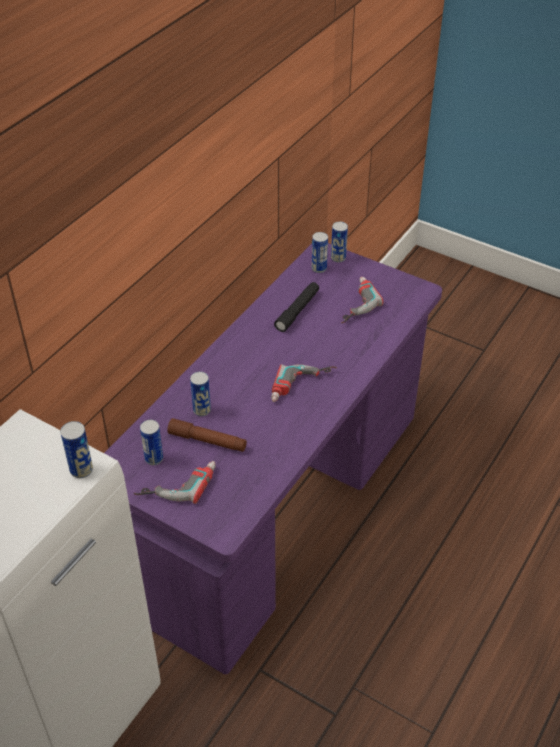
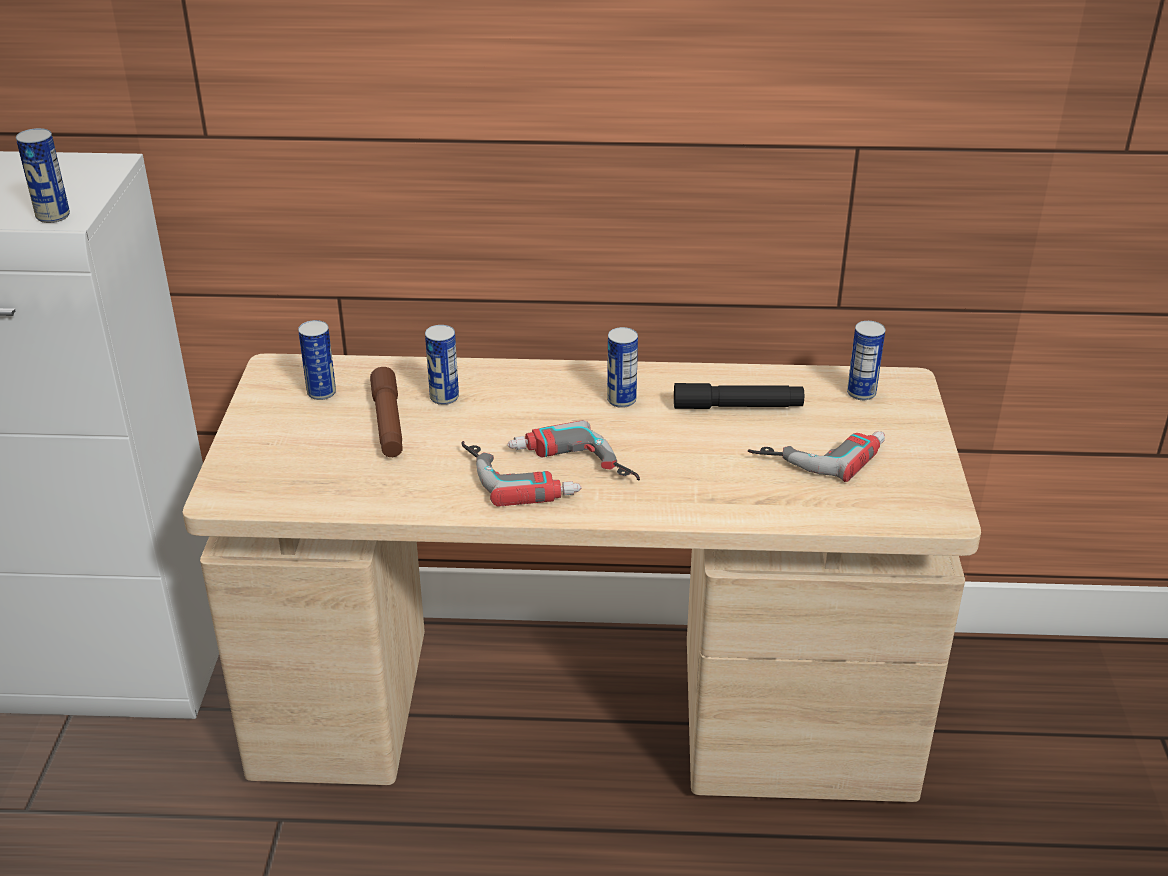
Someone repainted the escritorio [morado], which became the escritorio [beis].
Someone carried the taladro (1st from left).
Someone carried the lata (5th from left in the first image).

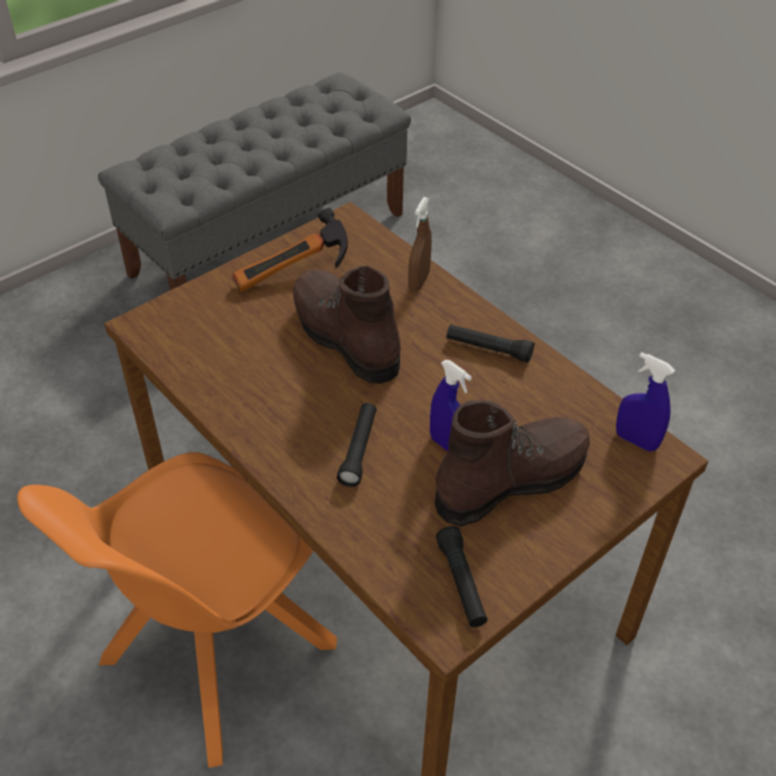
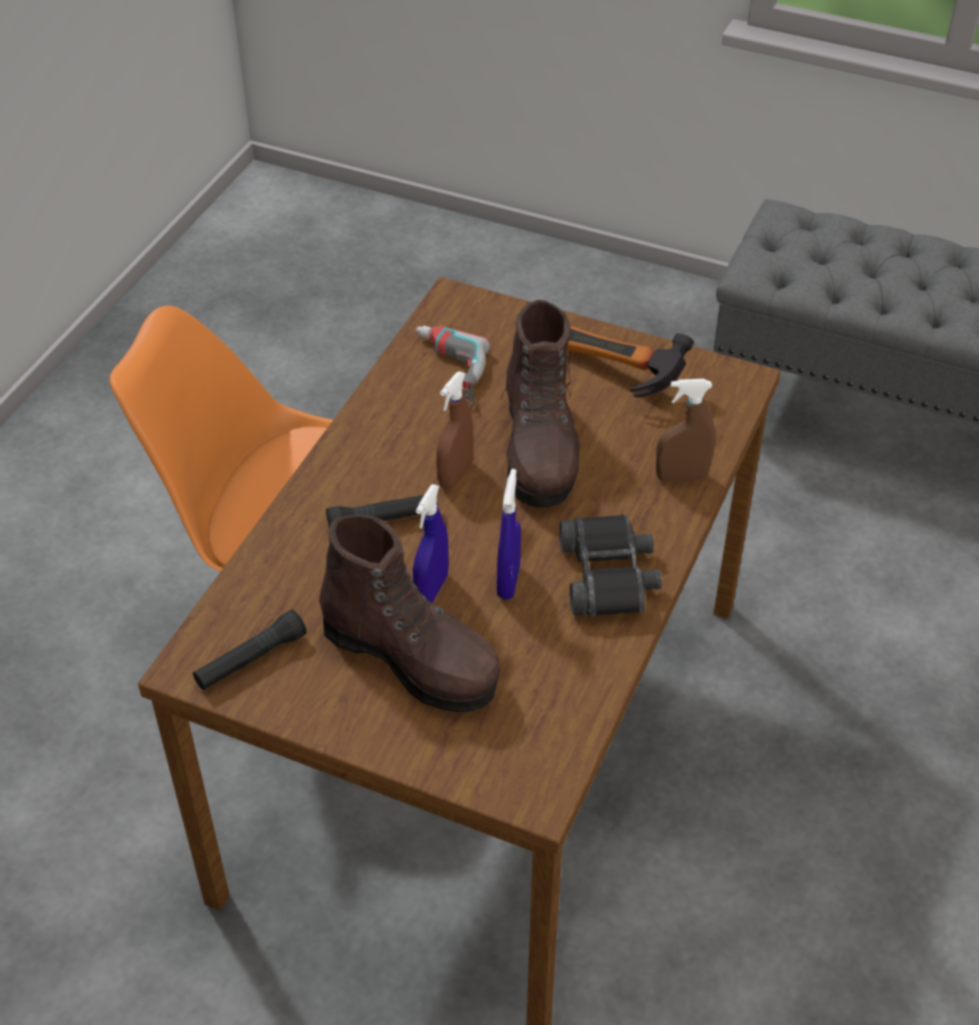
Someone rotated the bota [marrón] (1st from left in the first image) by 150 degrees clockwise.
Someone swapped the linterna [negro] (3rd from left) for the prismáticos [negro].
Someone carried the pulverizador [azul] (2nd from left).
Someone put down the taladro.
Someone put down the pulverizador [marrón] (1st from left).

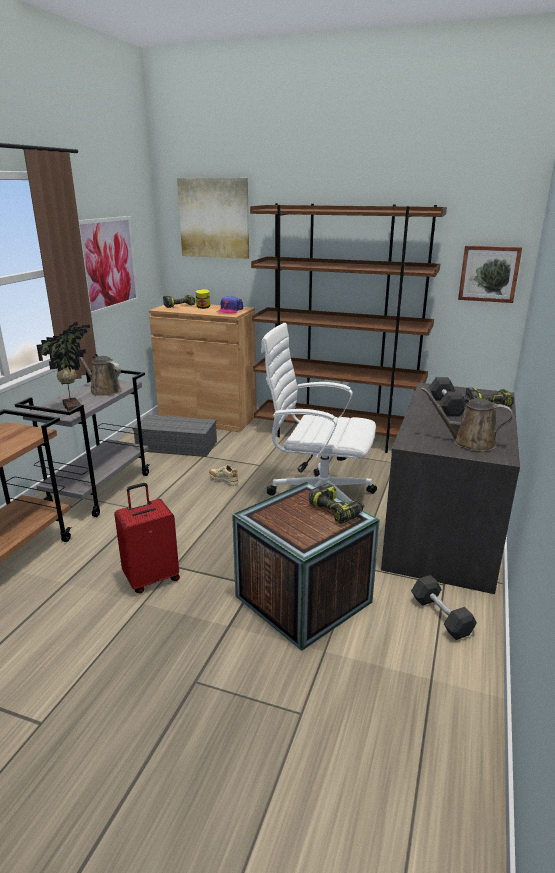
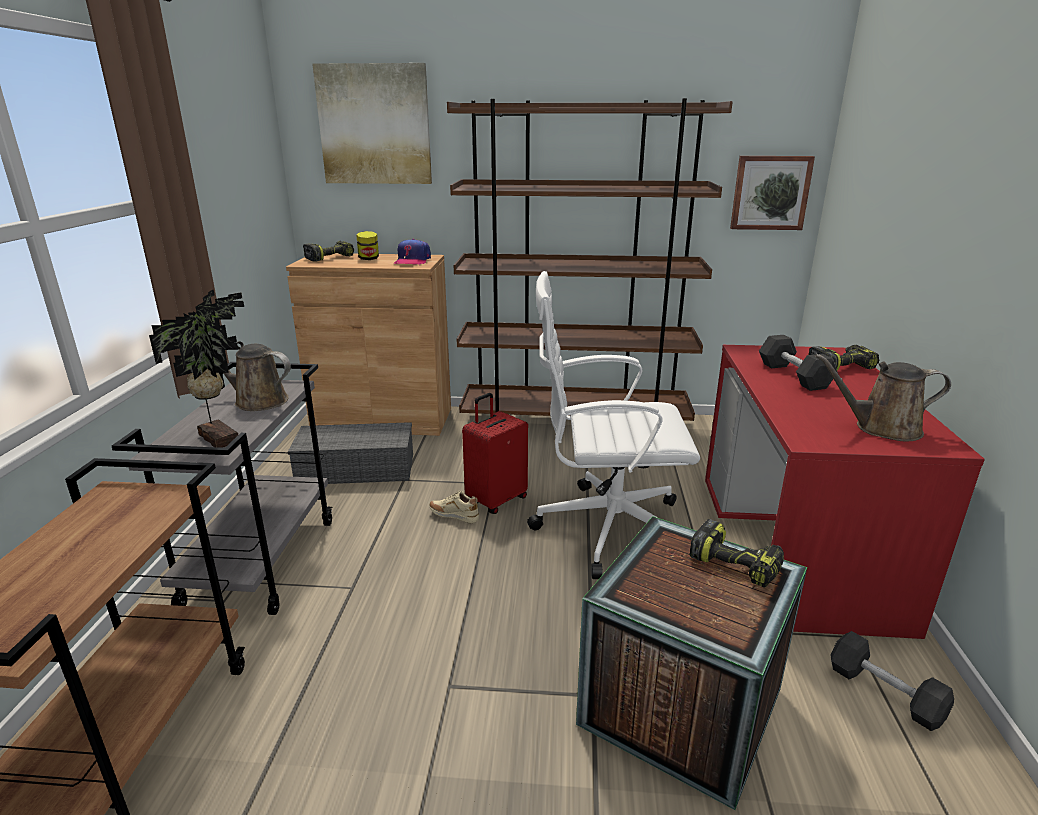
Someone took away the cuadro (1st from left).
Someone carried the maleta [rojo].
Someone repainted the escritorio [gris], which became the escritorio [rojo].

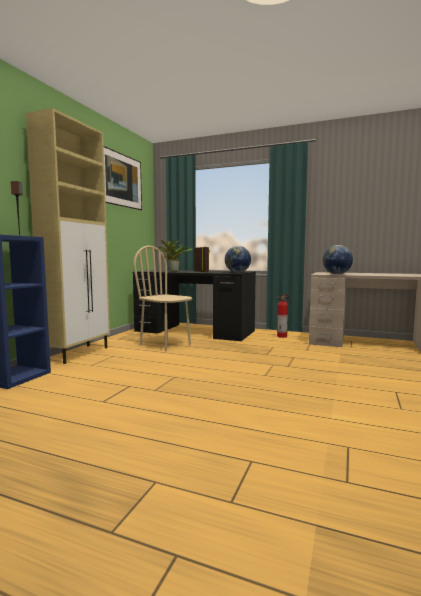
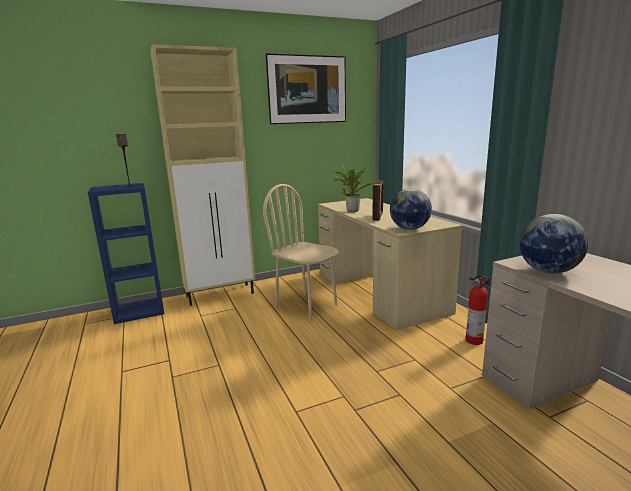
Someone rotated the silla [beis] by 45 degrees counterclockwise.
Someone repainted the escritorio [negro], which became the escritorio [beis] (1st from left).

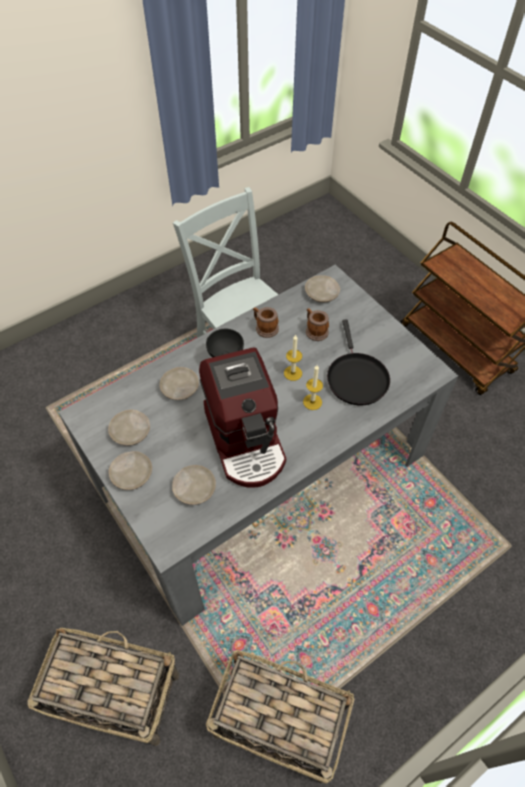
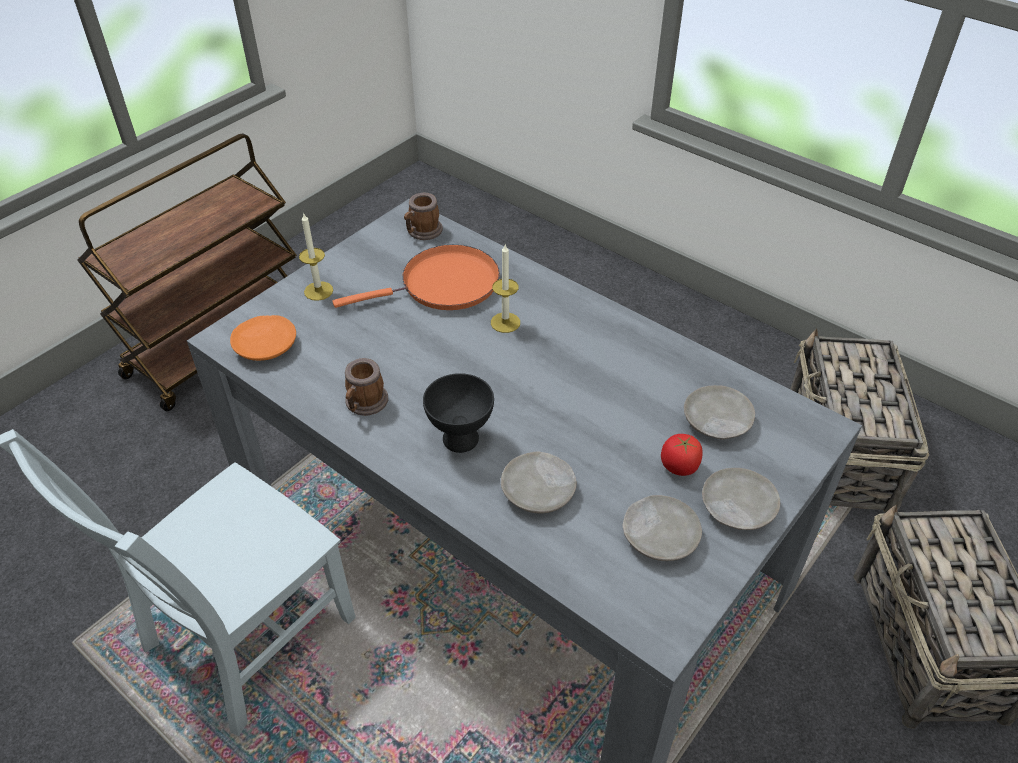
Someone took away the cafetera.
Someone carried the vela (1st from left).
Someone repainted the plato [beis] (5th from left), which became the plato [naranja].
Someone carried the taza grande (2nd from left).
Someone repainted the sartén [negro], which became the sartén [naranja].
Someone put down the tomate.

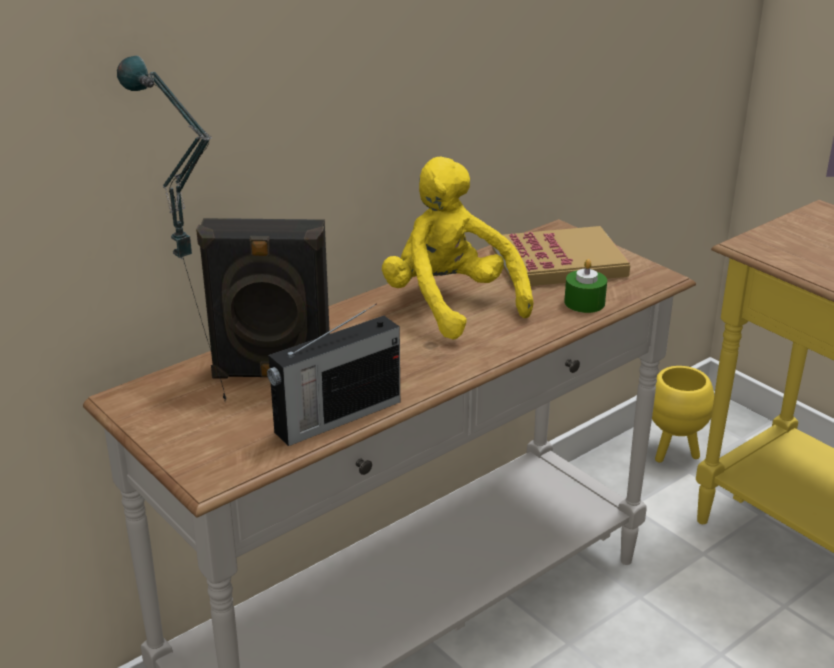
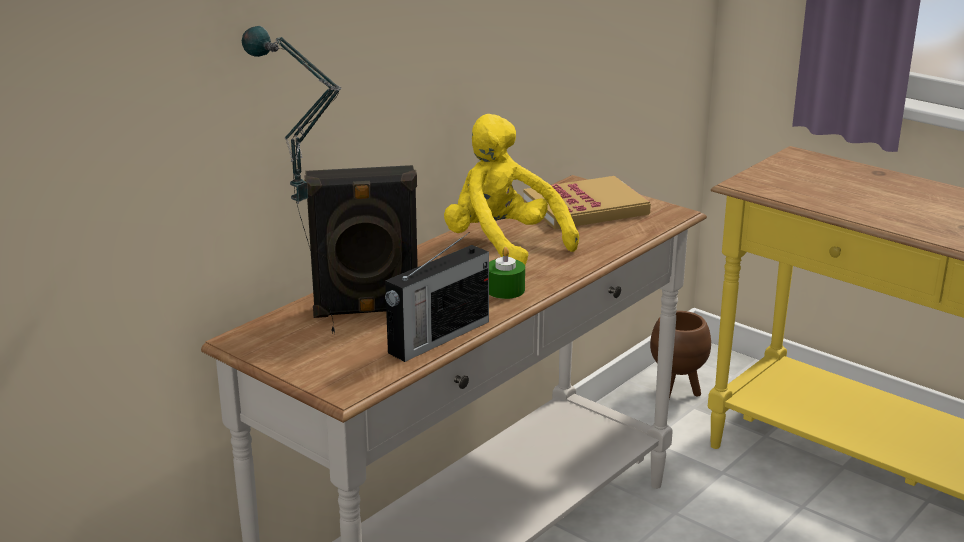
Someone carried the vela [verde].
Someone repainted the maceta [amarillo], which became the maceta [marrón].

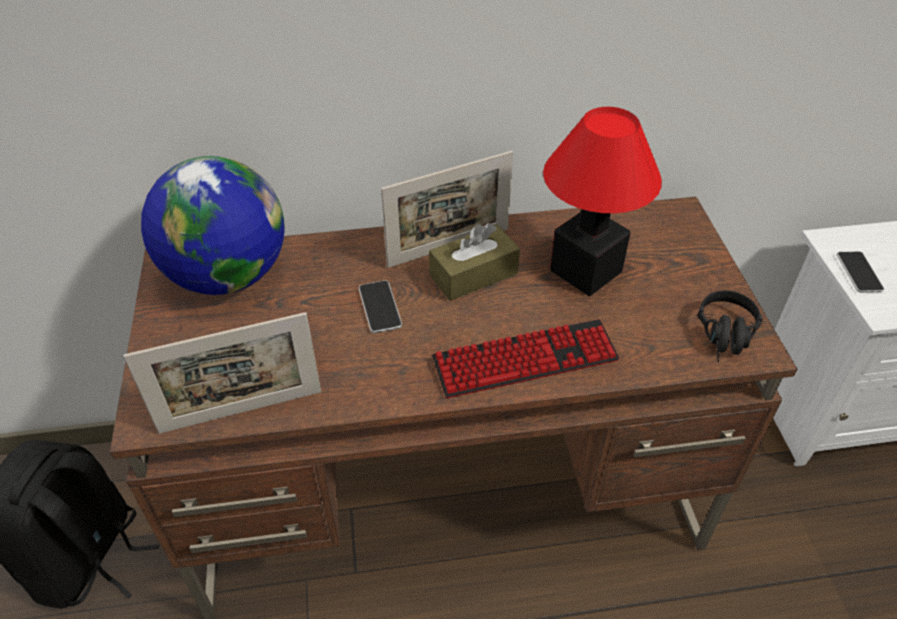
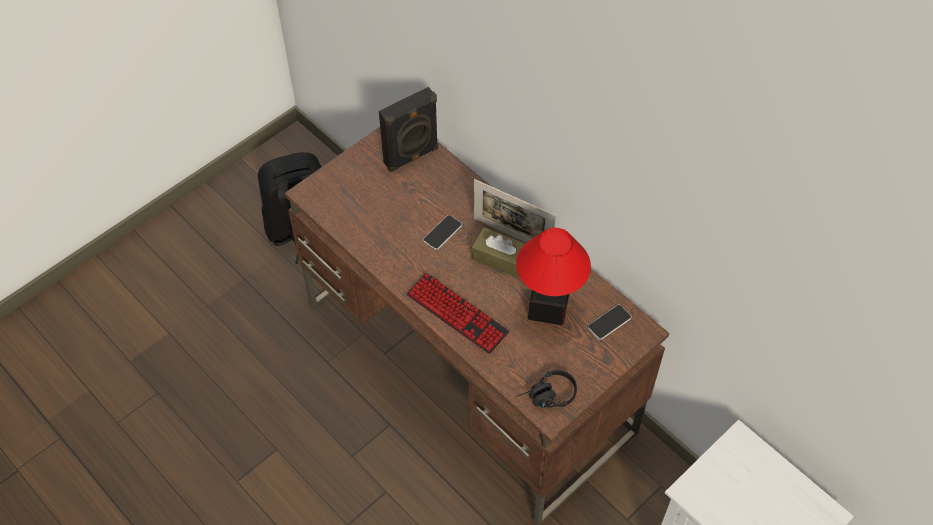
Someone took away the portarretratos (1st from left).
Someone swapped the globo terráqueo for the altavoz [negro].
Someone carried the móvil (2nd from left).

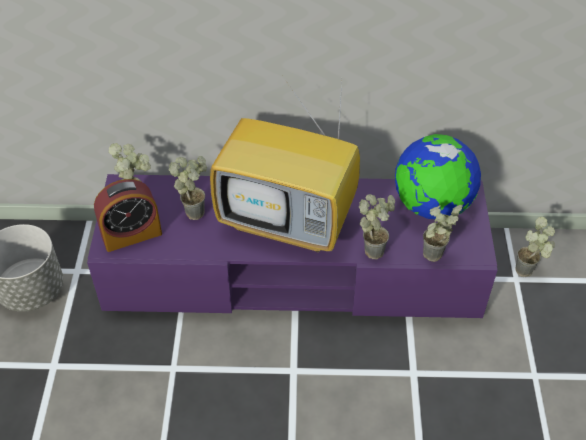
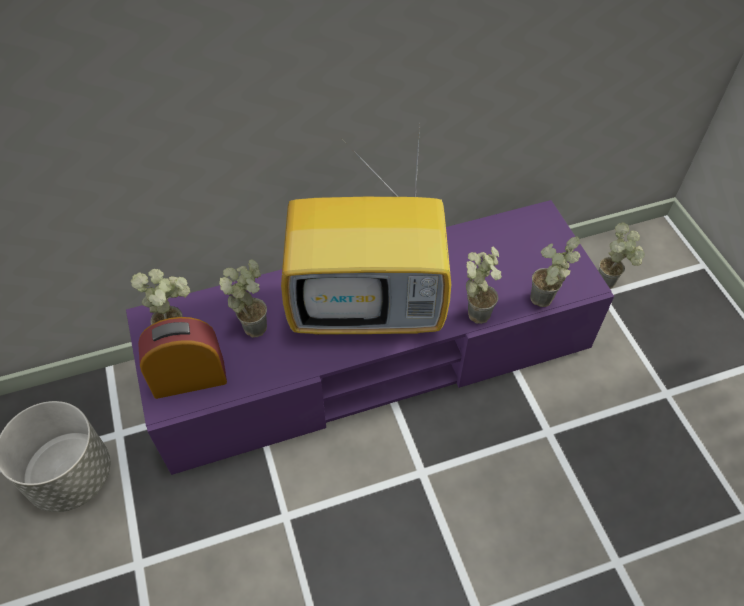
Someone rotated the despertador by 150 degrees counterclockwise.
Someone took away the globo terráqueo.

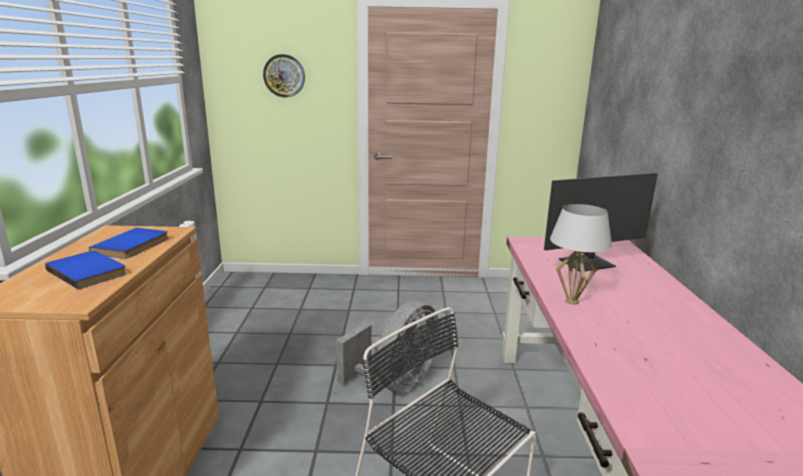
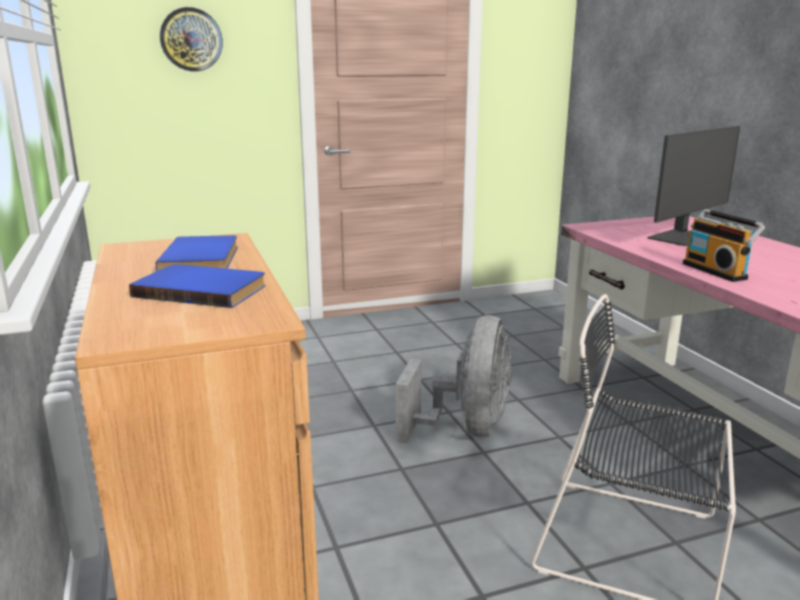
Someone swapped the lámpara de mesa [blanco] for the radio.

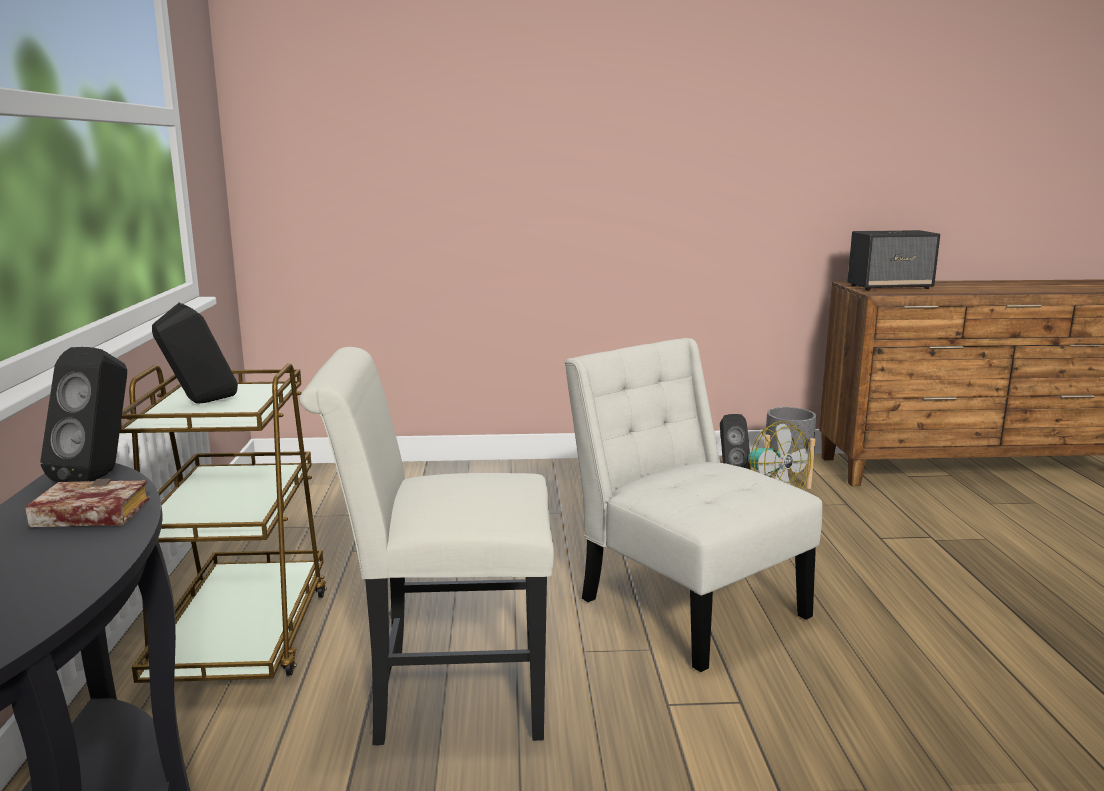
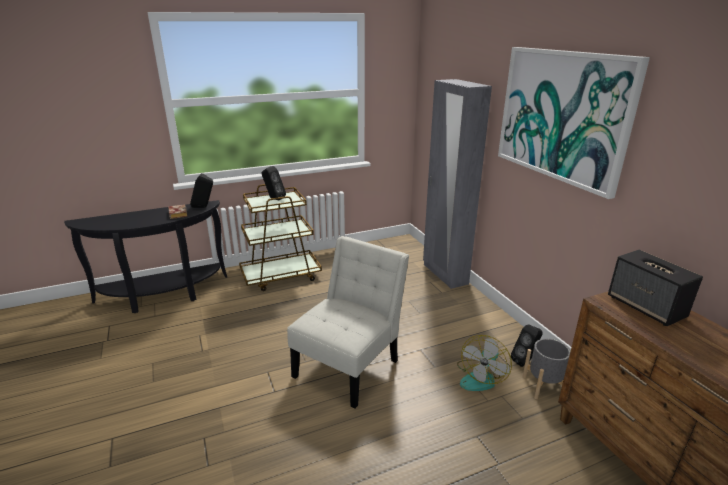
Someone took away the silla [blanco] (1st from left).
Someone put down the armario ropero [gris].
Someone put up the cuadro.

